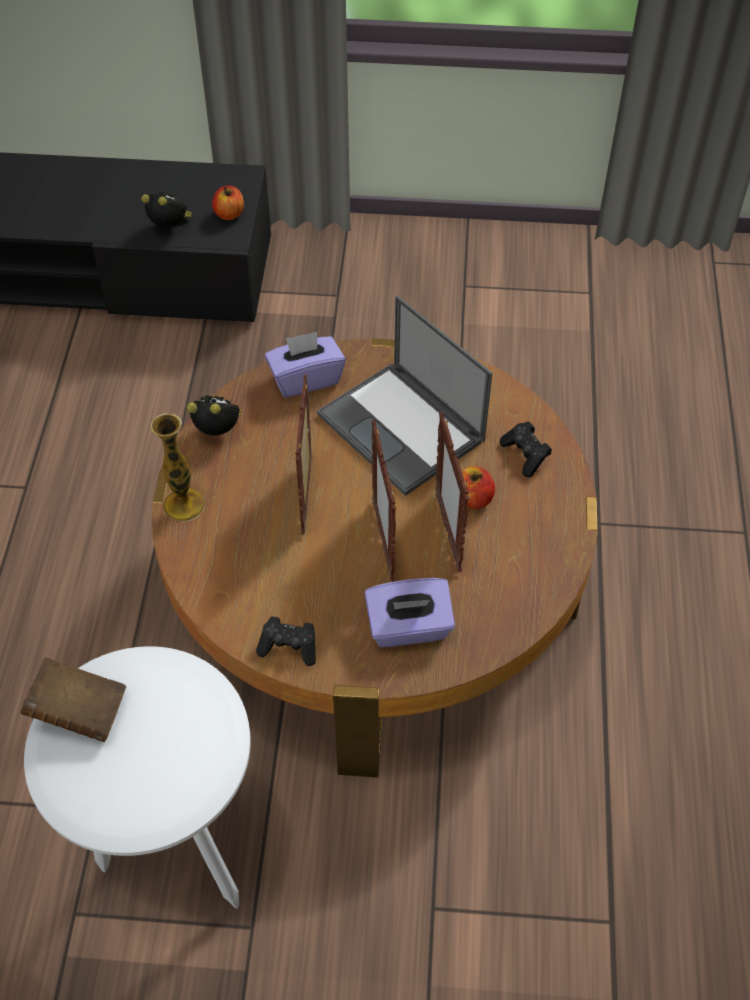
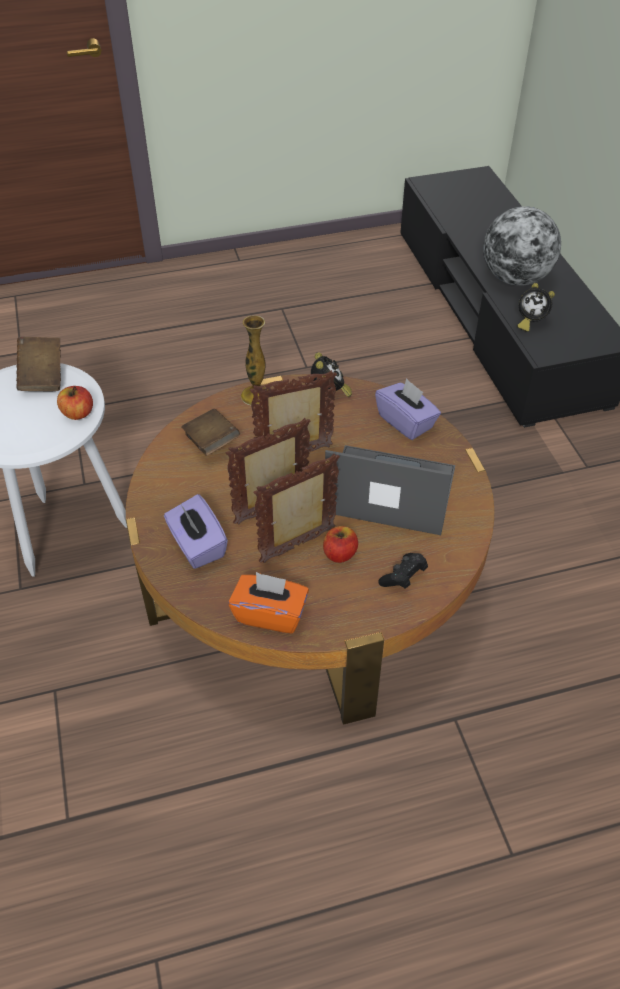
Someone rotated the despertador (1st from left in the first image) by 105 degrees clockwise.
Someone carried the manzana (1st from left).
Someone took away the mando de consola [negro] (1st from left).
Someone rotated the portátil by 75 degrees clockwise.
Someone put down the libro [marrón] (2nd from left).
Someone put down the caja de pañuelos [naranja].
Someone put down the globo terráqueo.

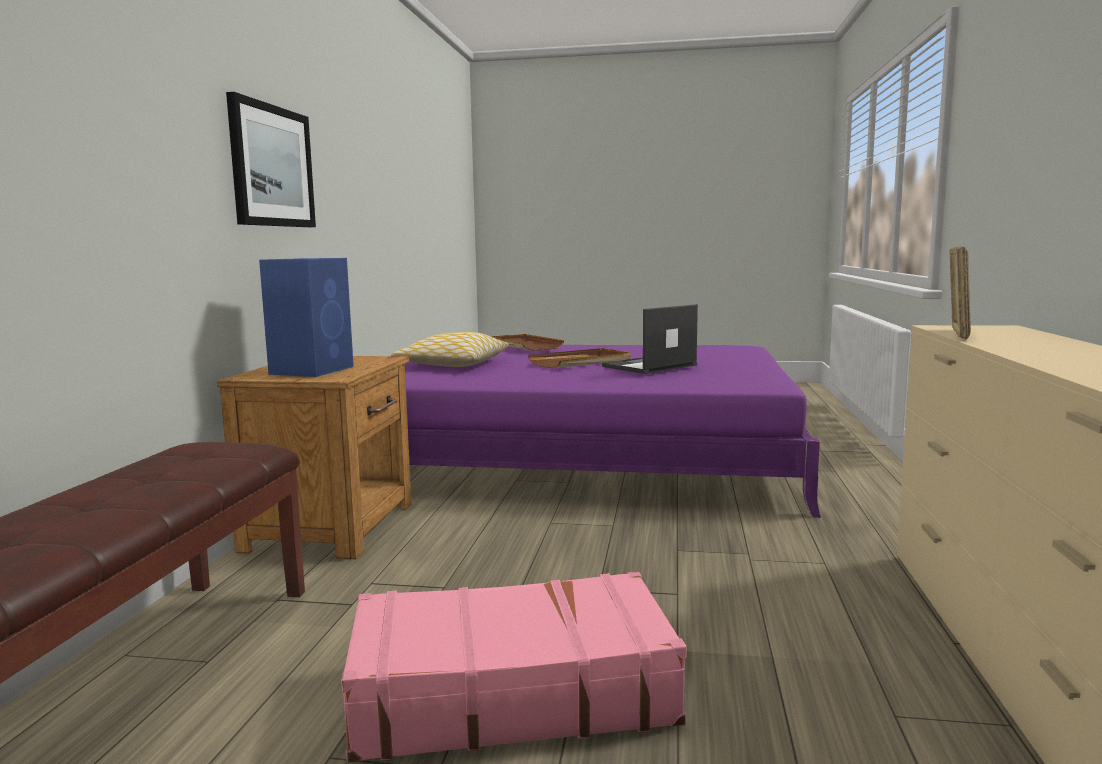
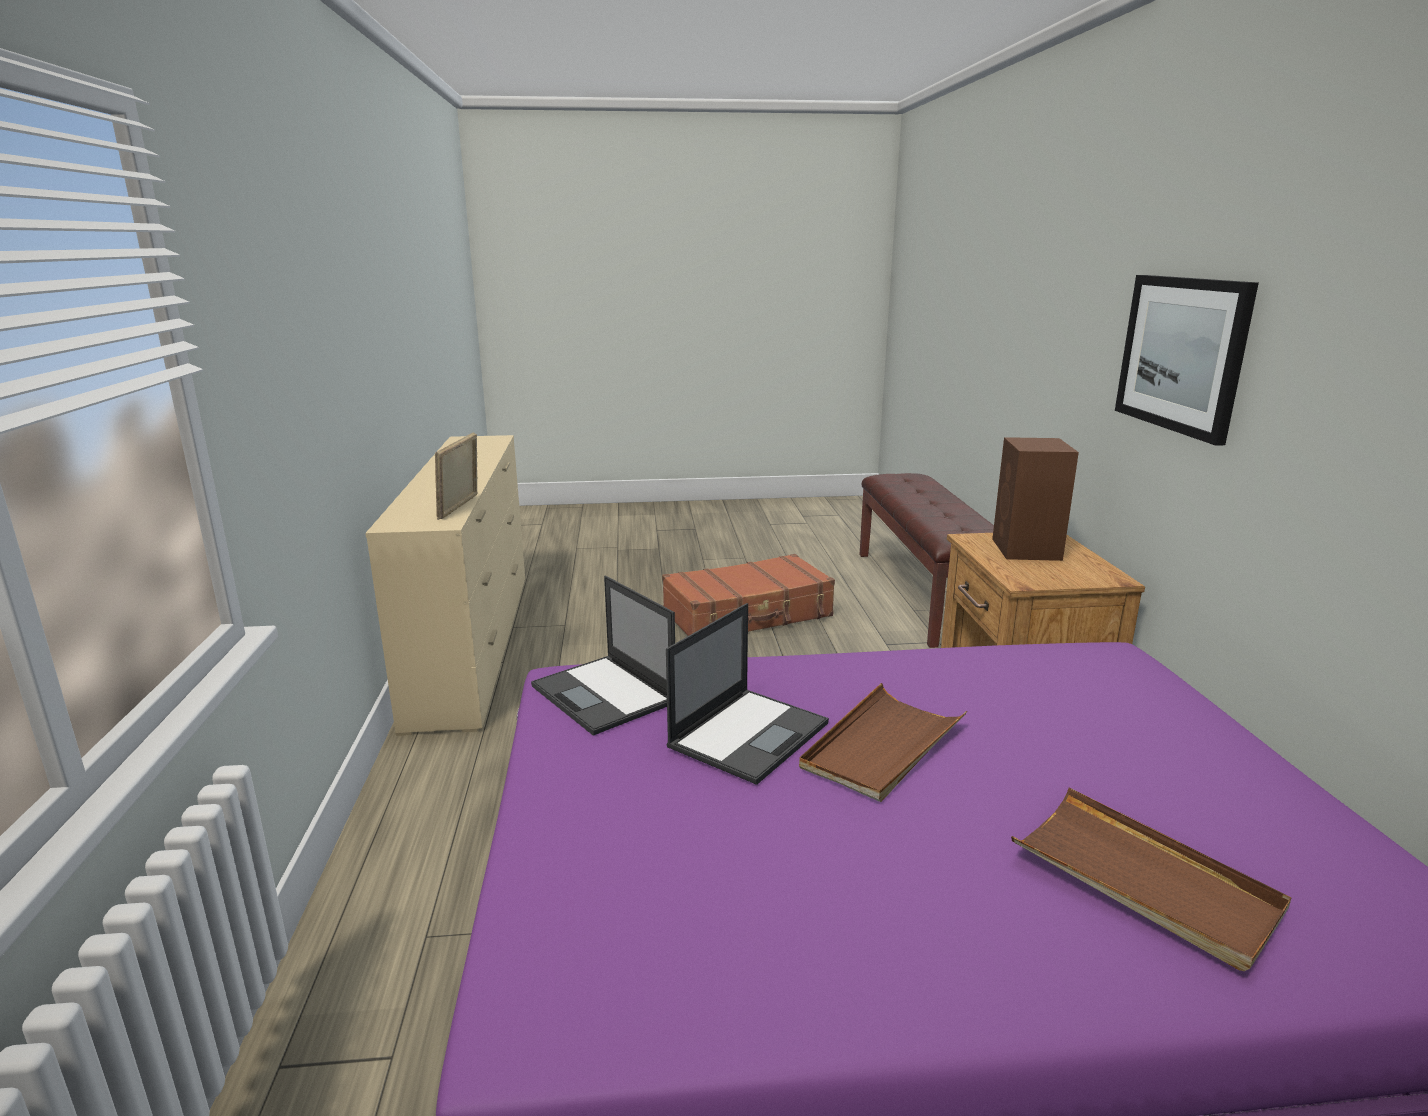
Someone repainted the altavoz [azul], which became the altavoz [marrón].
Someone repainted the maleta [rosa], which became the maleta [marrón].
Someone took away the cojín.
Someone put down the portátil (1st from left).

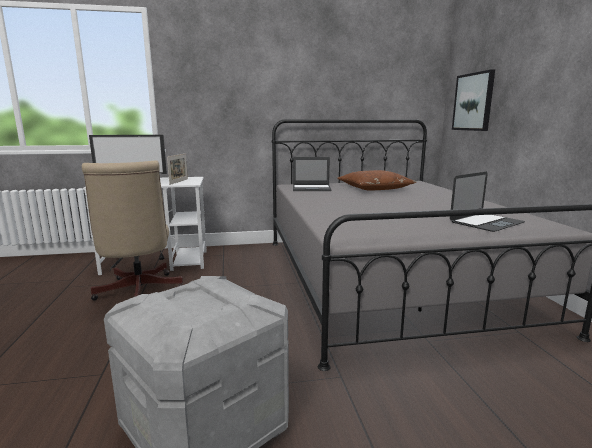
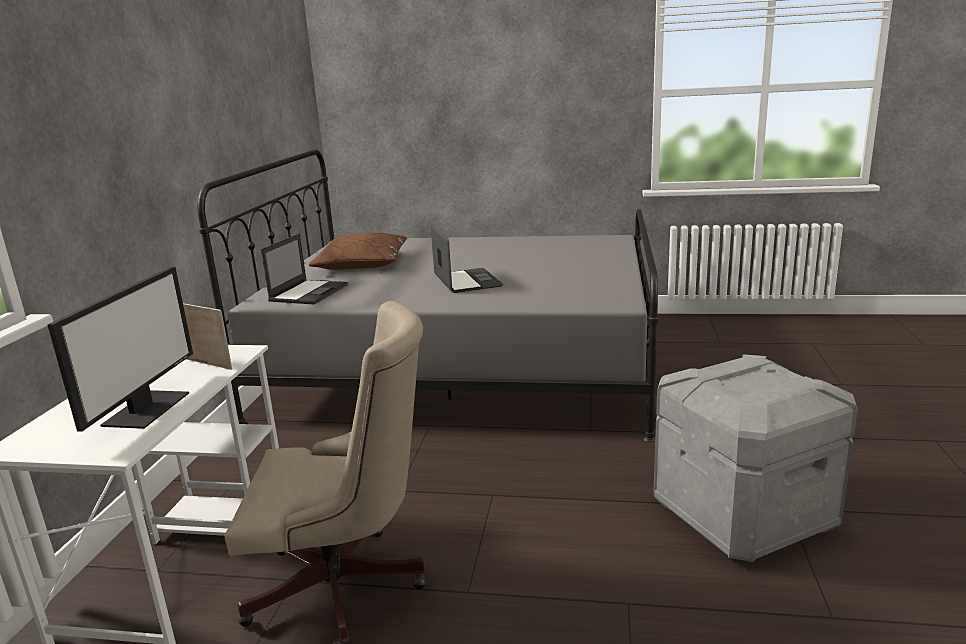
Someone carried the portátil (2nd from left).
Someone took away the cuadro.

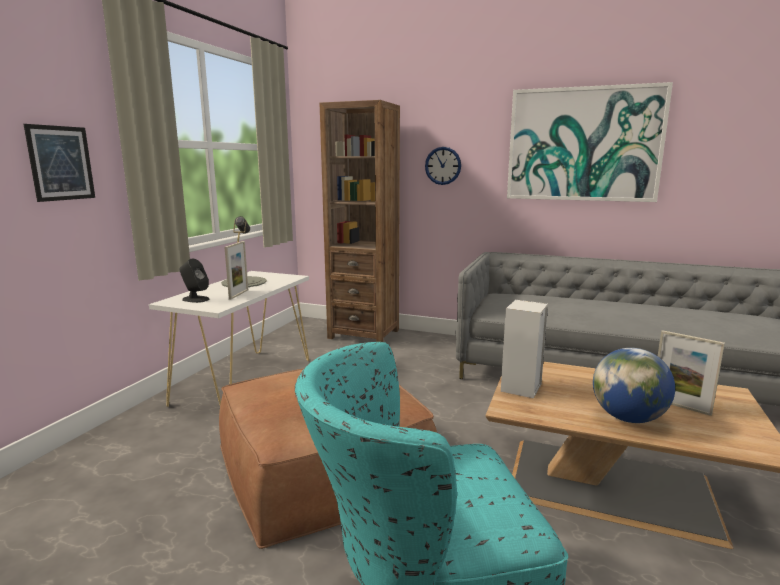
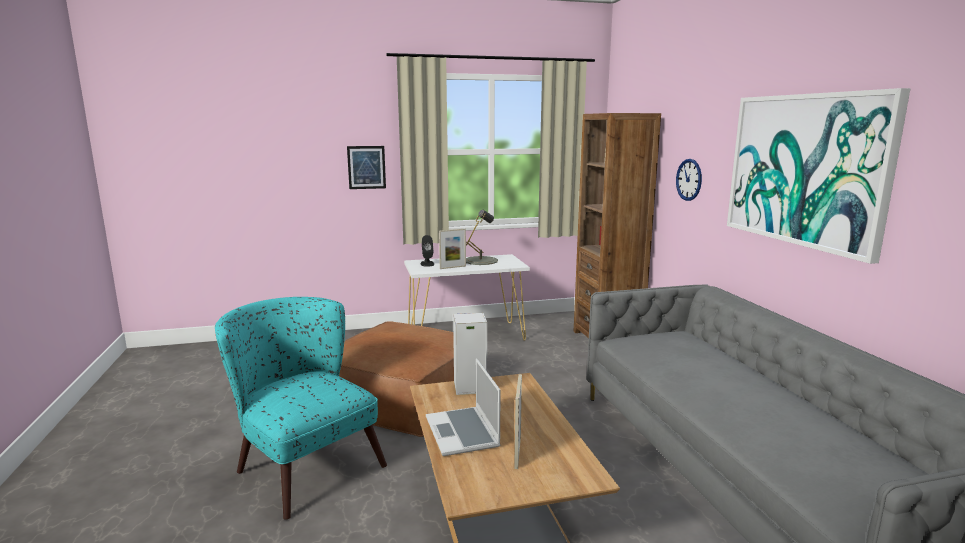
Someone swapped the globo terráqueo for the portátil.

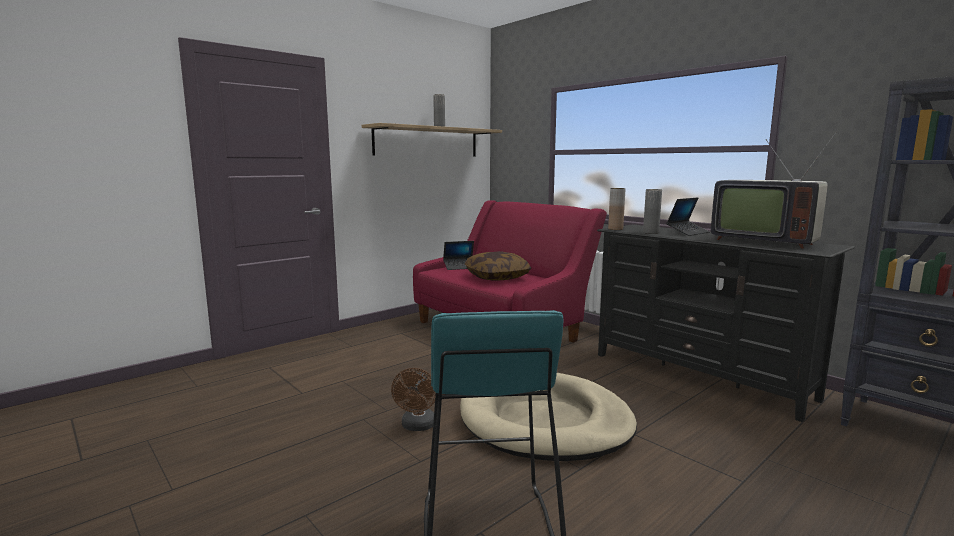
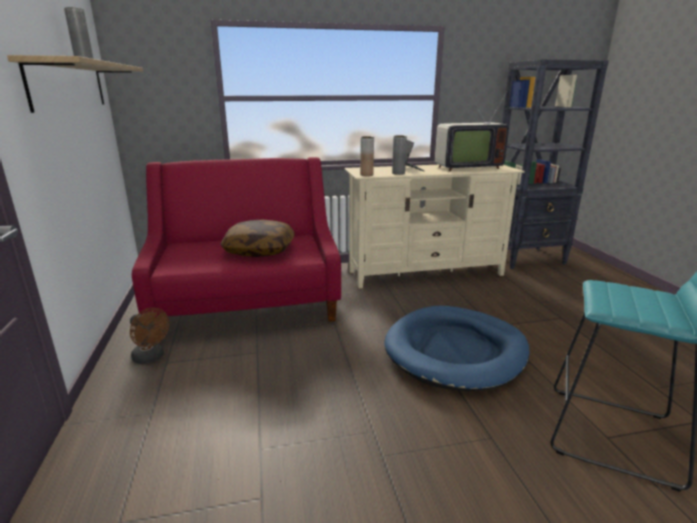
Someone carried the ventilador [marrón].
Someone took away the portátil (1st from left).
Someone repainted the cama para perro [beis], which became the cama para perro [azul].
Someone repainted the mueble de televisión [negro], which became the mueble de televisión [beis].

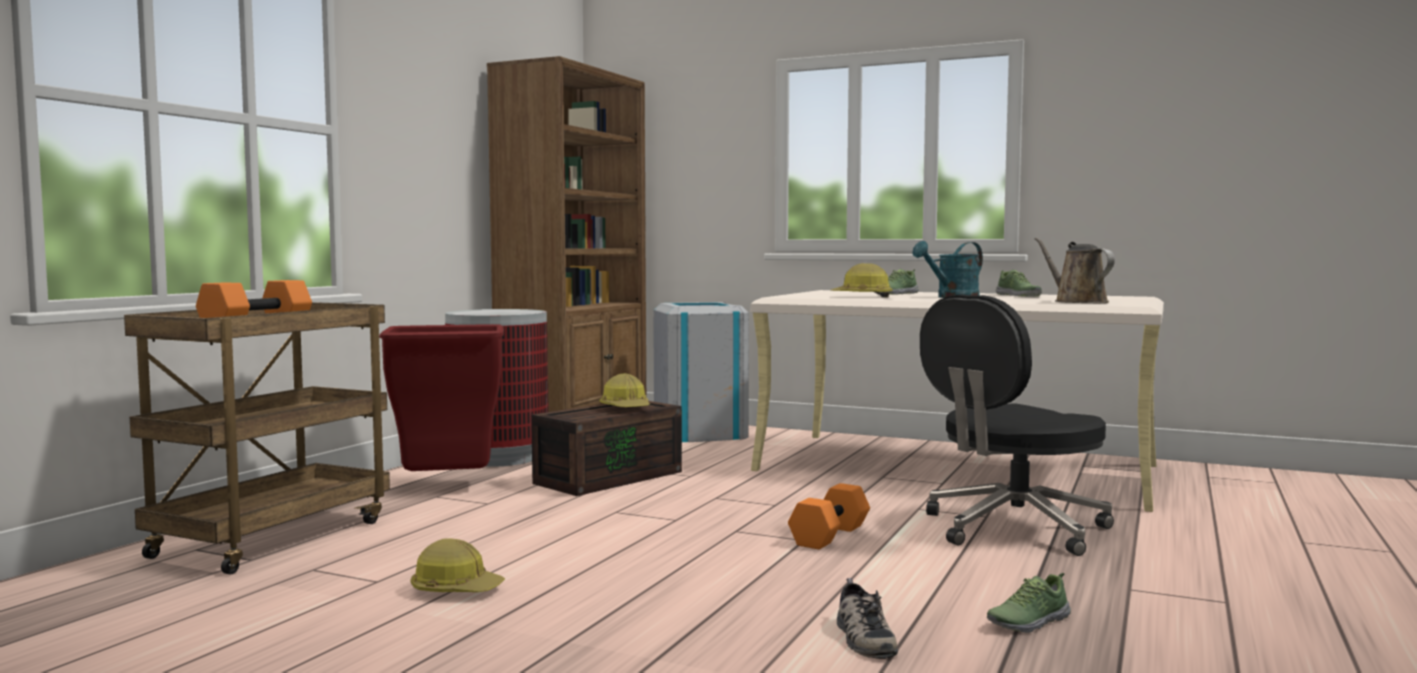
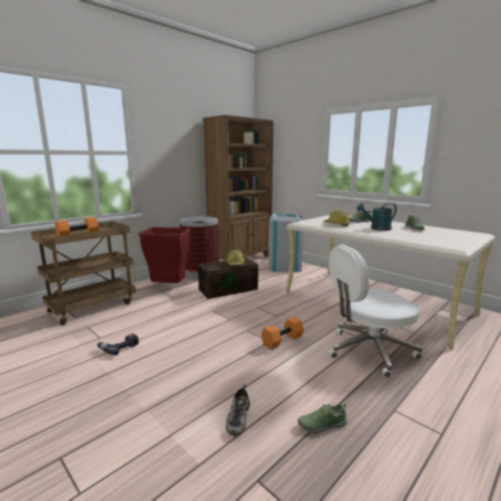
Someone swapped the casco (1st from left) for the taladro.
Someone repainted the silla de oficina [negro], which became the silla de oficina [blanco].
Someone took away the regadera [marrón].

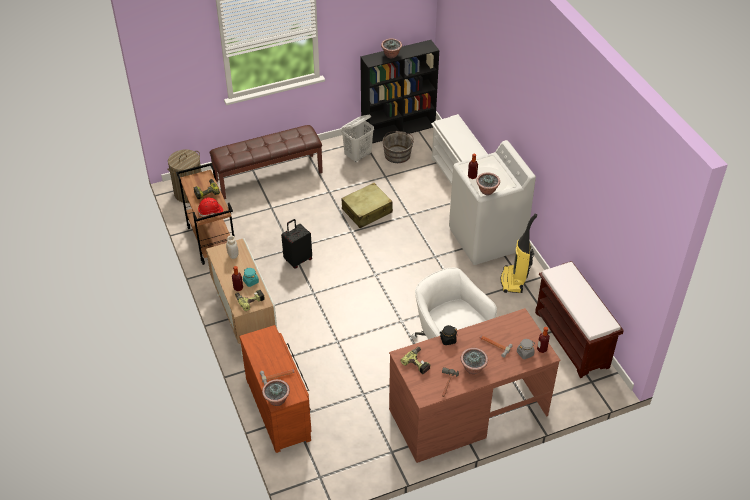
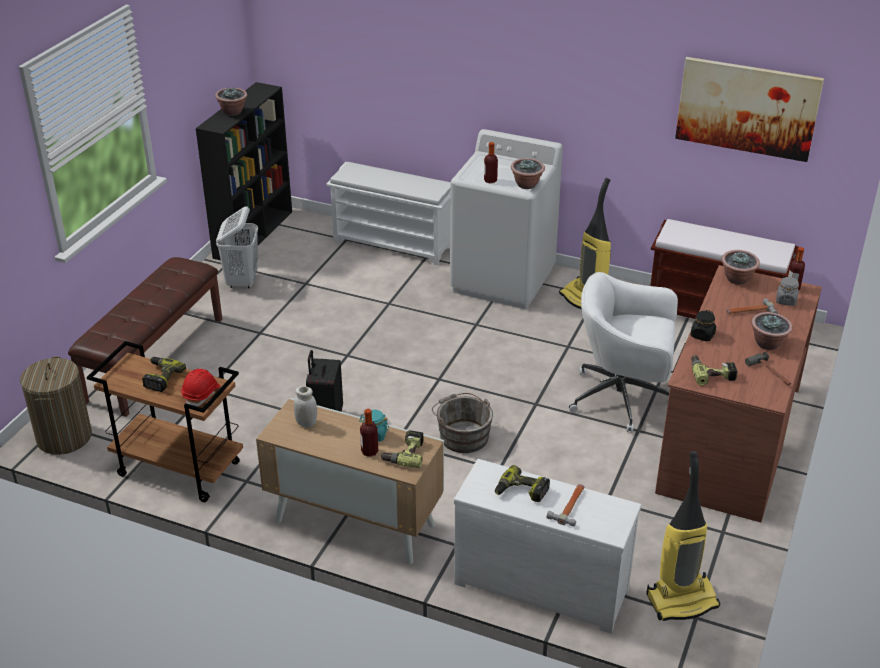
Someone repainted the cómoda [marrón], which became the cómoda [blanco].
Someone carried the planta en maceta (1st from left in the first image).
Someone took away the maleta [beis].
Someone carried the cubo [gris].
Someone put down the taladro (3rd from left).
Someone put down the aspiradora (2nd from left).
Someone put up the cuadro.

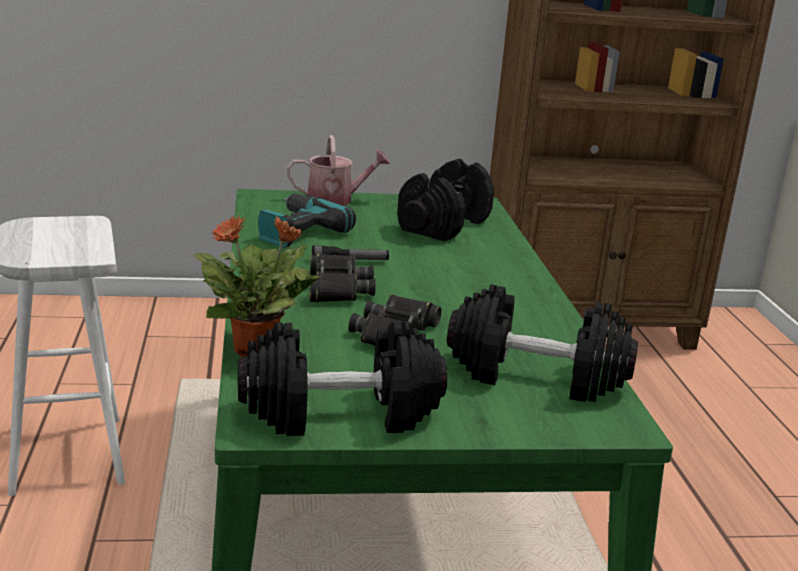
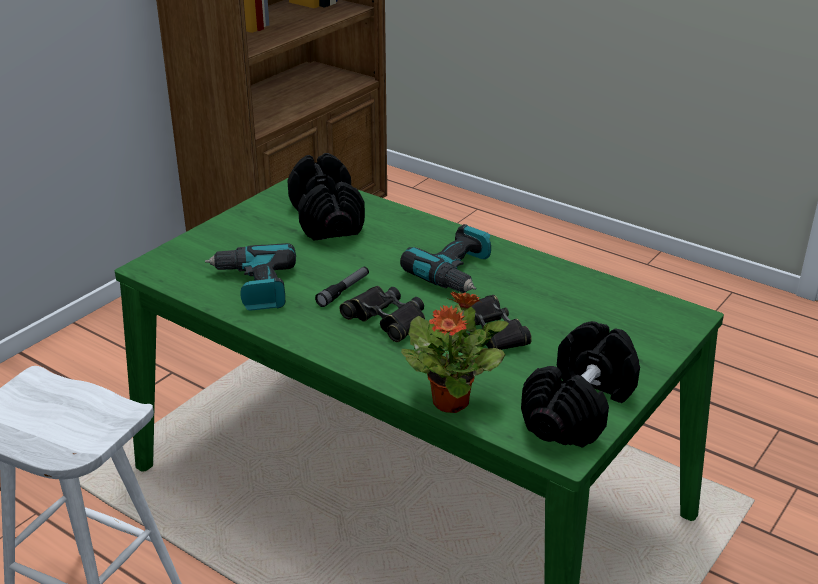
Someone took away the regadera.
Someone took away the mancuerna [negro] (3rd from left).
Someone put down the taladro (2nd from left).

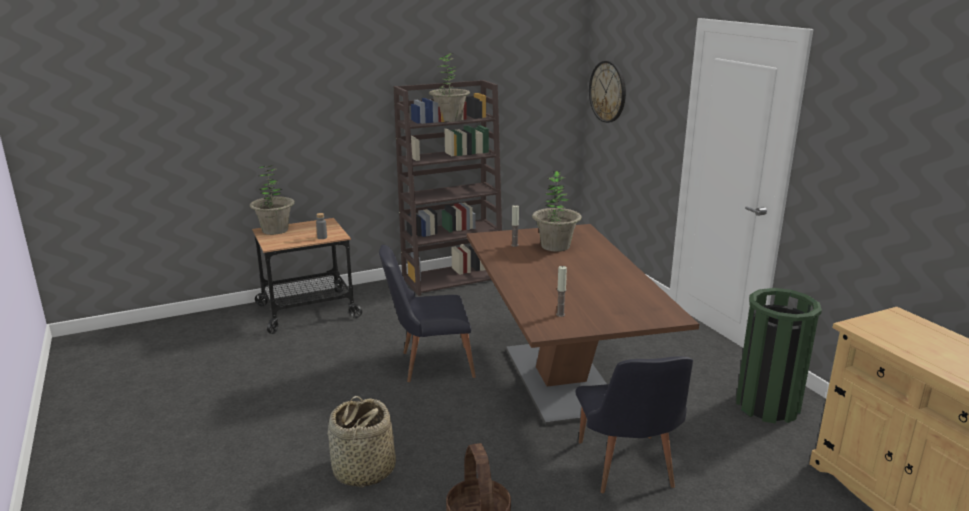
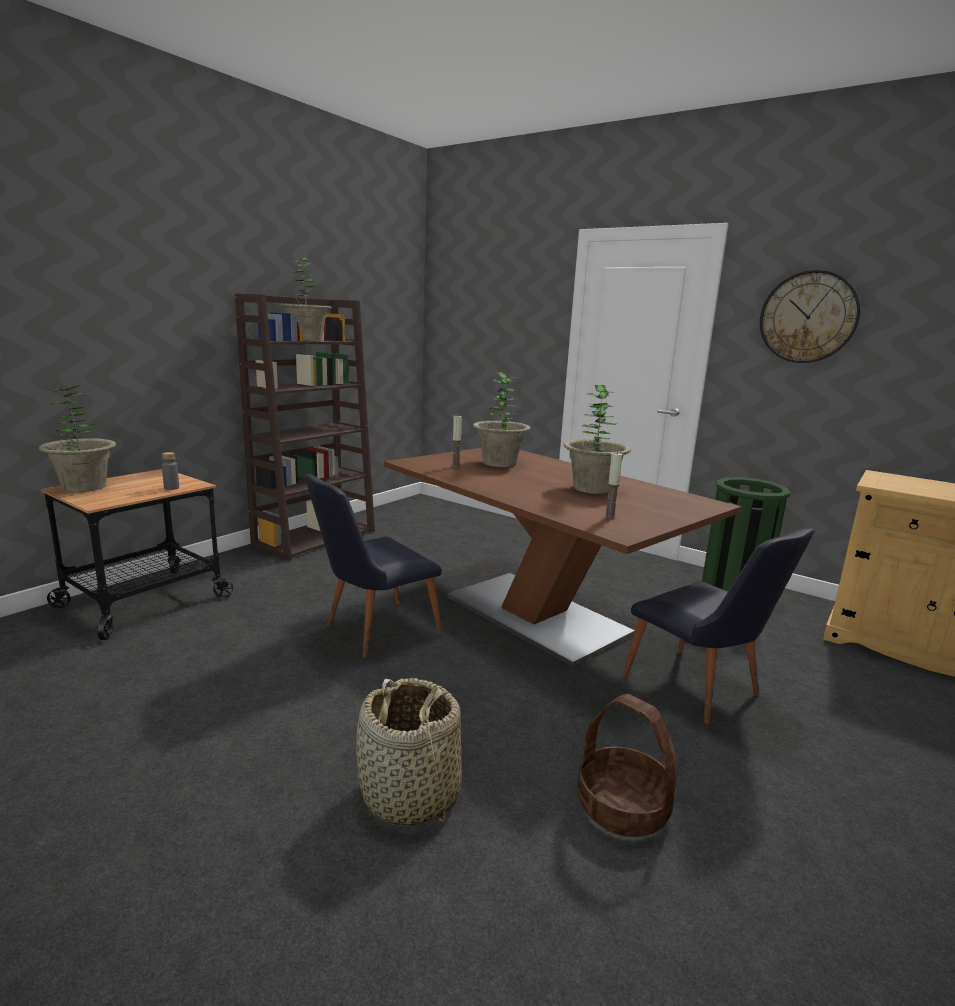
Someone carried the reloj de pared.
Someone put down the planta en maceta (4th from left).

